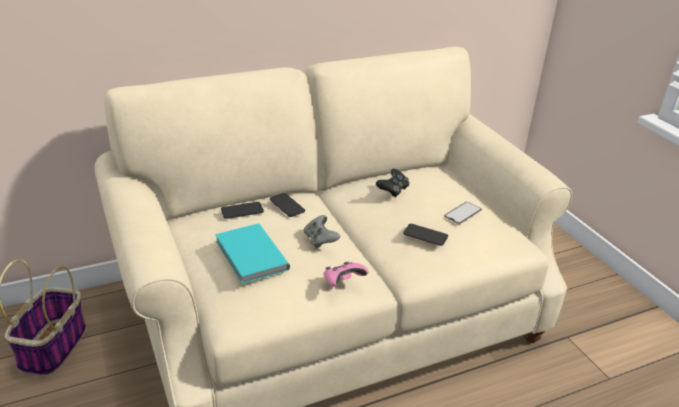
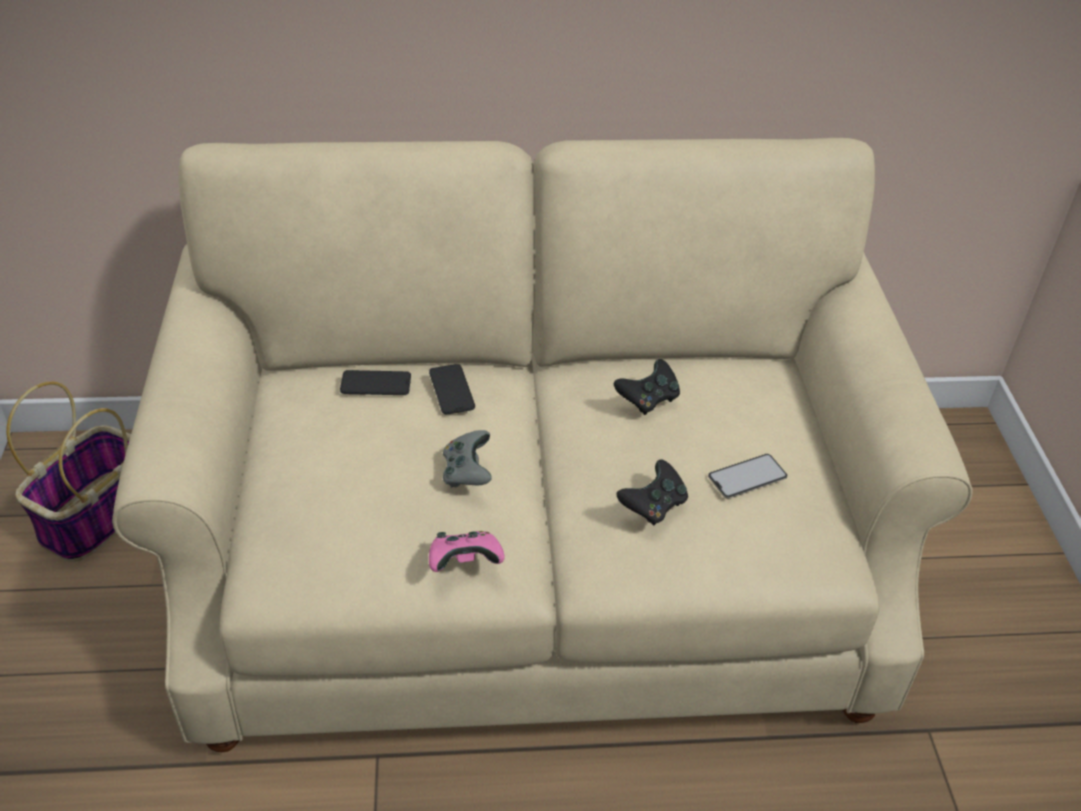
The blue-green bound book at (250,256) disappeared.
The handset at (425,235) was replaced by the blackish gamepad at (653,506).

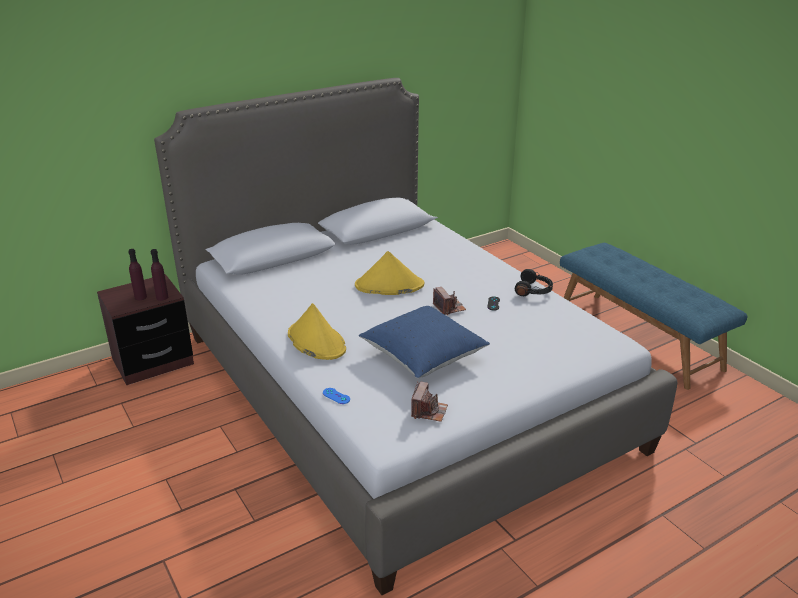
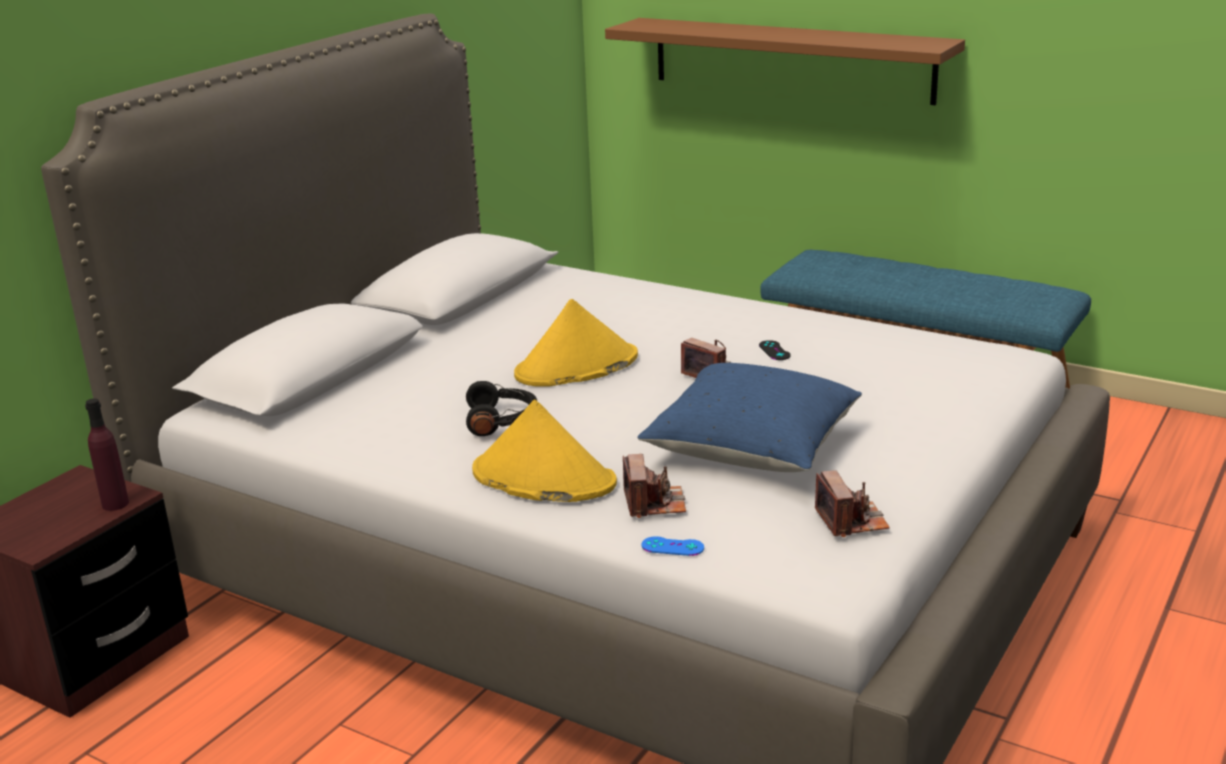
The purple-coloured bottle at (140,297) disappeared.
The brownish shelf at (790,59) appeared.
The photo camera at (654,503) appeared.
The blackish headset moved from (534,291) to (502,421).

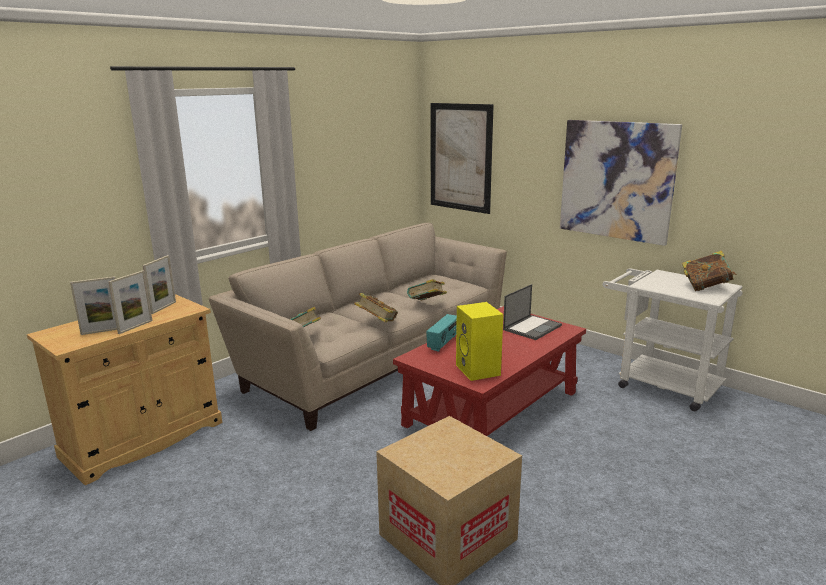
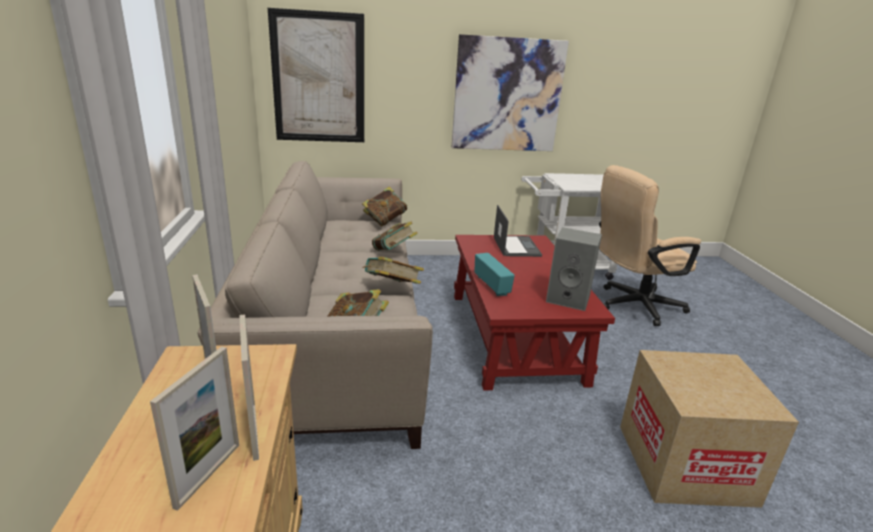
The beige desk chair at (632,305) appeared.
The bound book moved from (705,287) to (385,221).
The yellowish audio speaker at (479,370) became the grey audio speaker at (569,299).

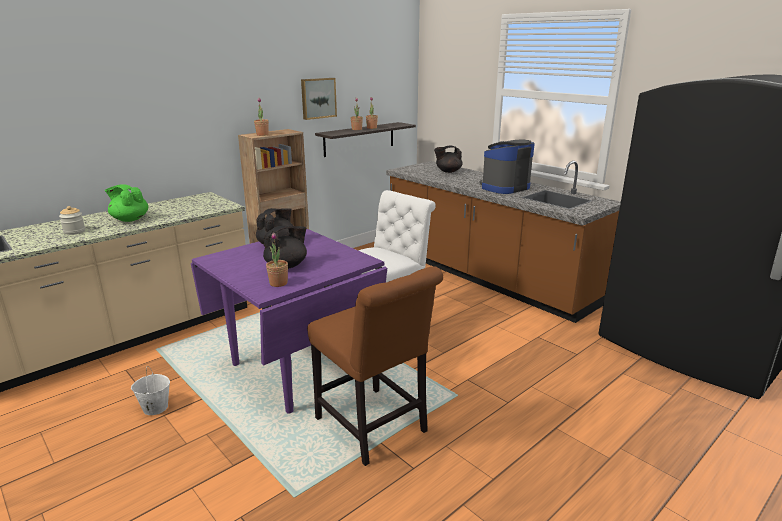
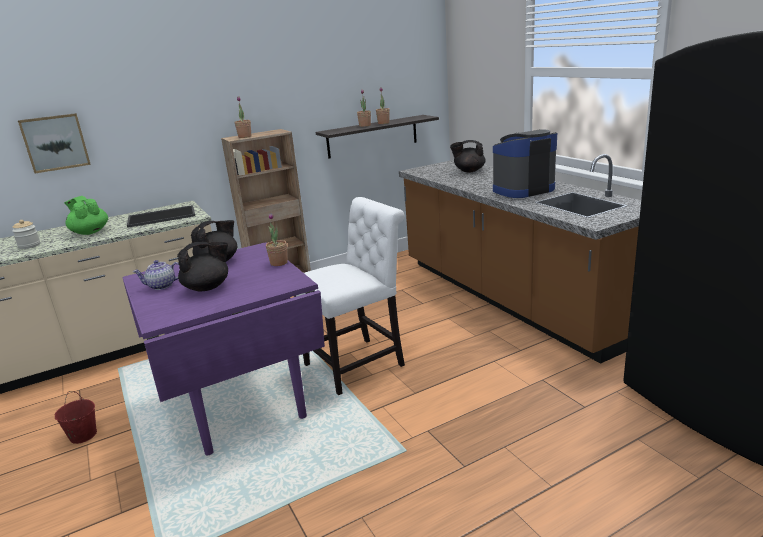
The brownish chair at (374,428) disappeared.
The serving tray at (162,216) appeared.
The tea pot at (161,286) appeared.
The plant in a pot moved from (278,283) to (279,263).
The picture moved from (318,98) to (55,142).
The white water bucket at (155,408) became the red water bucket at (83,435).

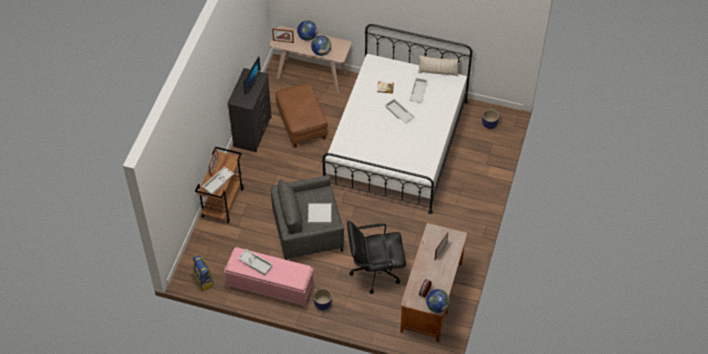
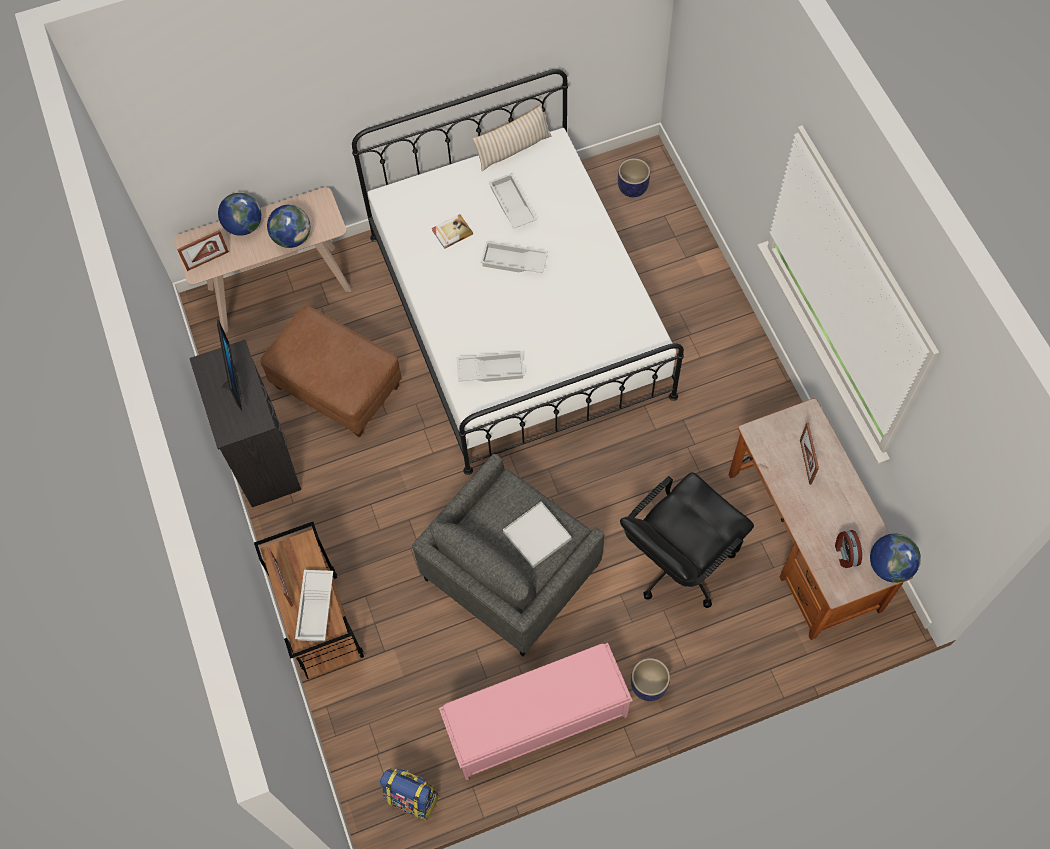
The white serving tray moved from (256,263) to (491,369).

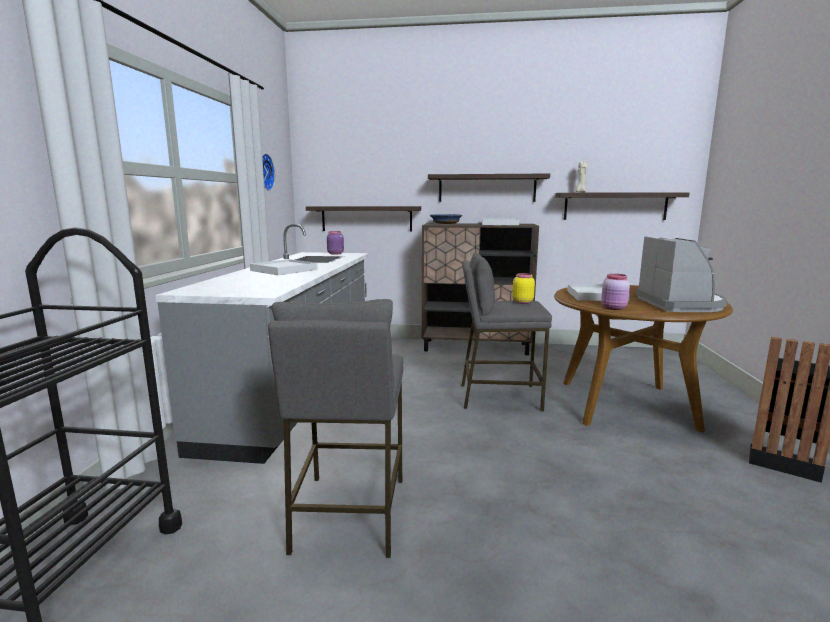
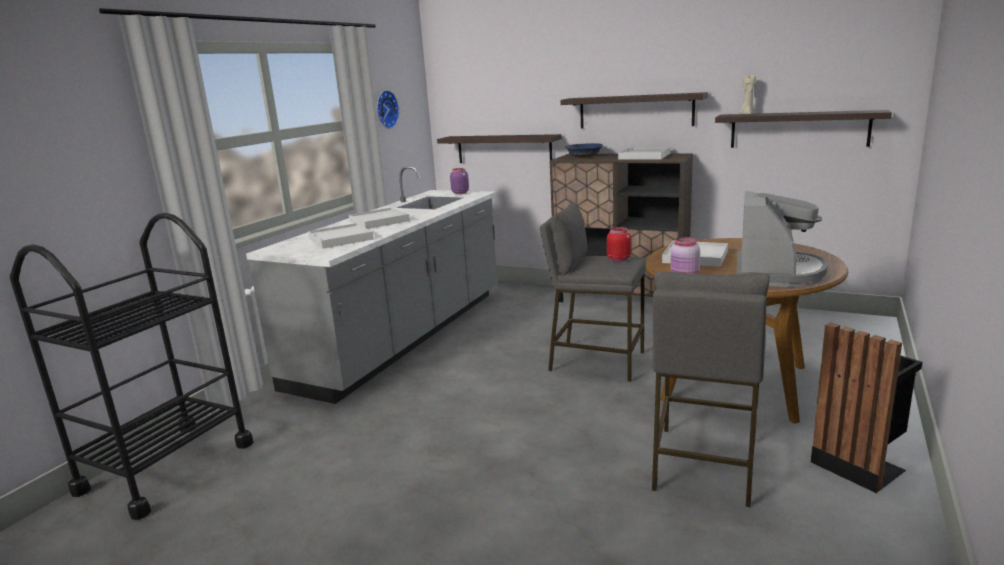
The white serving tray at (340,239) appeared.
The grey stool seat moved from (348,513) to (703,465).
The yellowish preserve jar at (522,302) became the red preserve jar at (618,259).

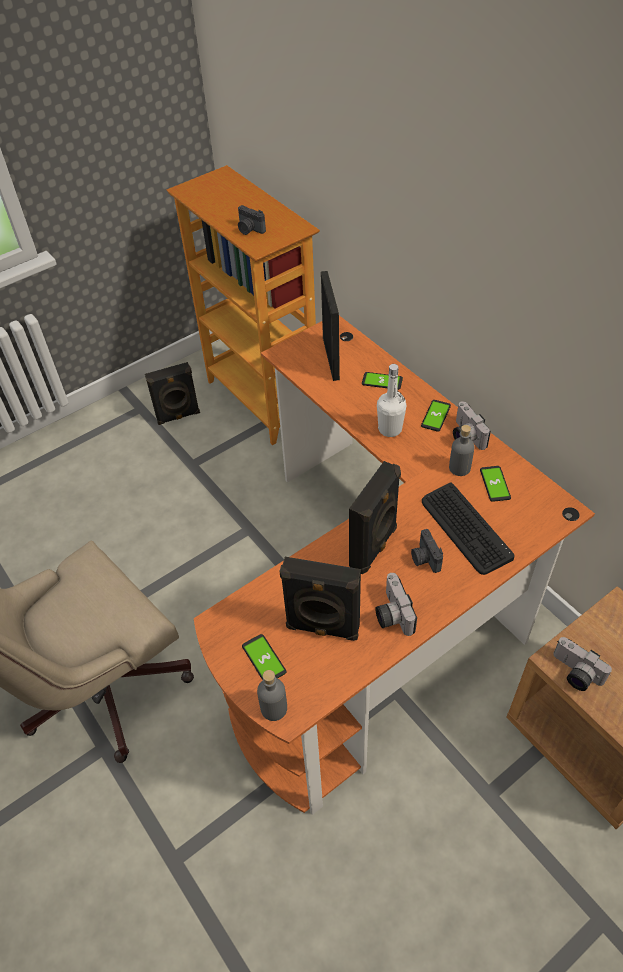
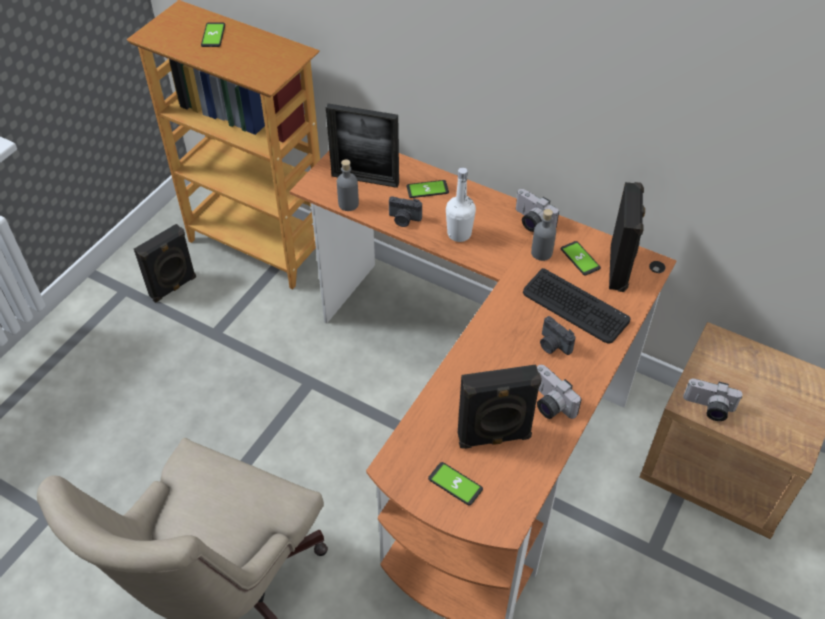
The photo camera moved from (249,230) to (404,219).
The grey bottle moved from (274,708) to (348,204).
The blackish audio speaker moved from (374,547) to (619,268).
The handset moved from (436,416) to (213,35).
The picture frame at (331,358) turned 135 degrees clockwise.

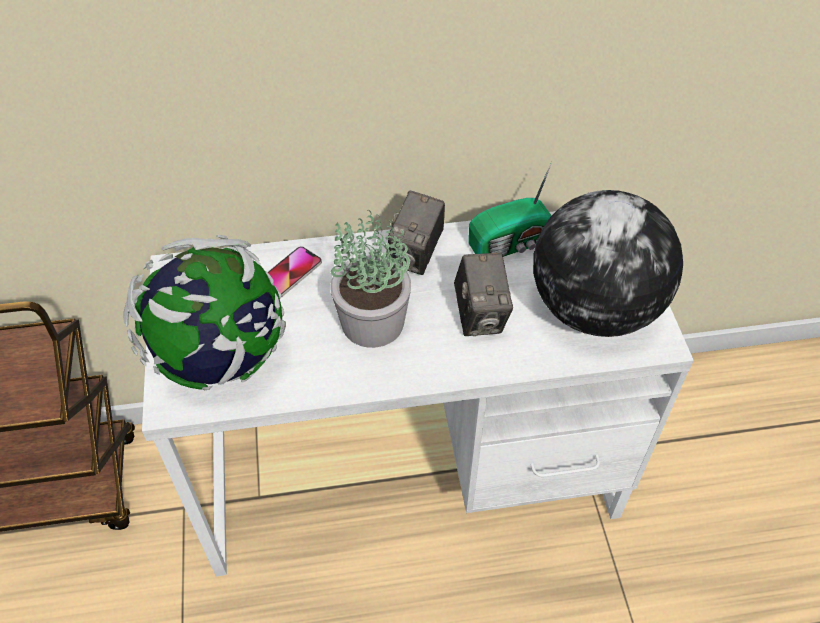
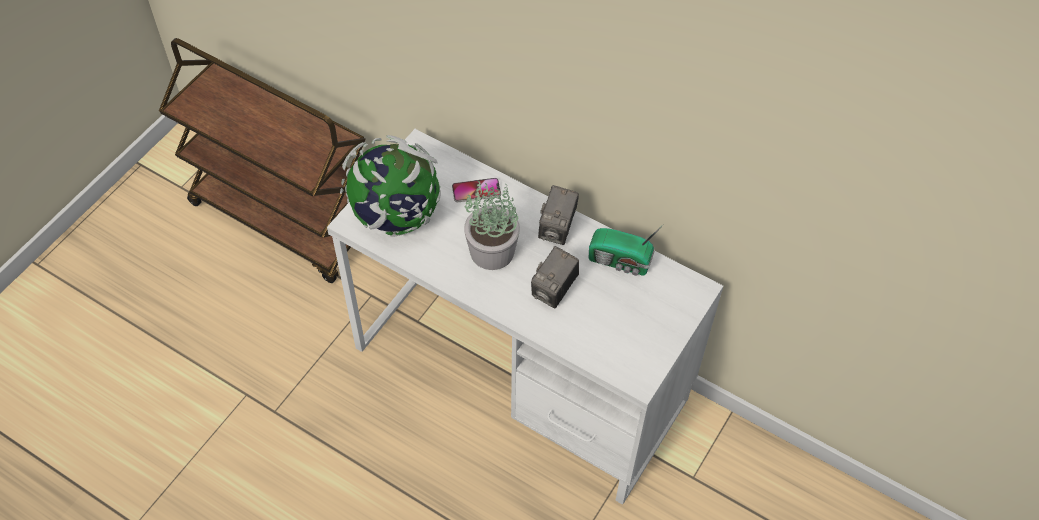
The globe at (594,310) disappeared.
The photo camera at (416,255) turned 45 degrees counterclockwise.

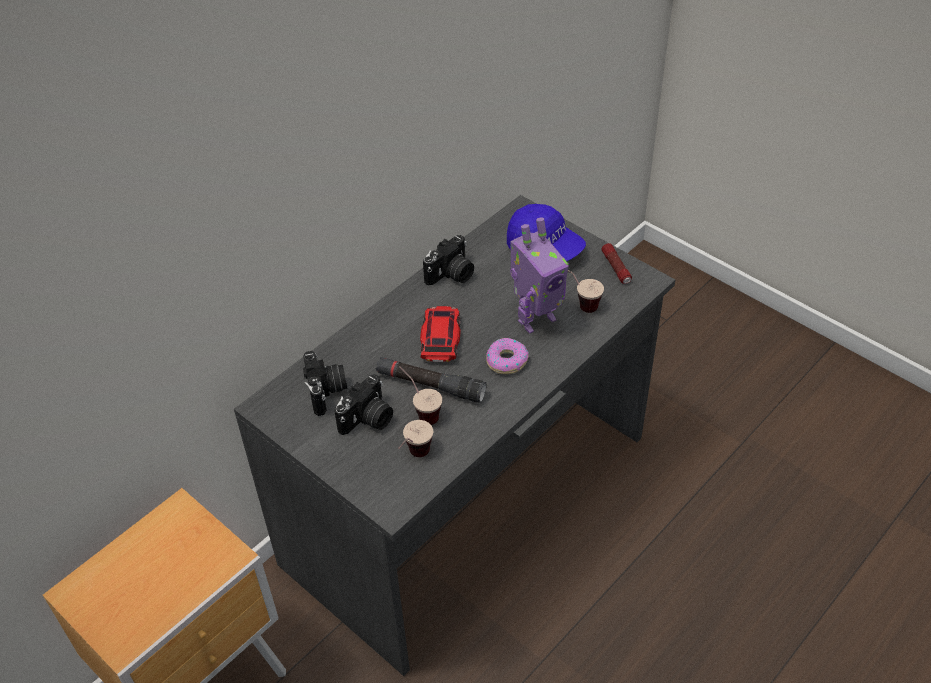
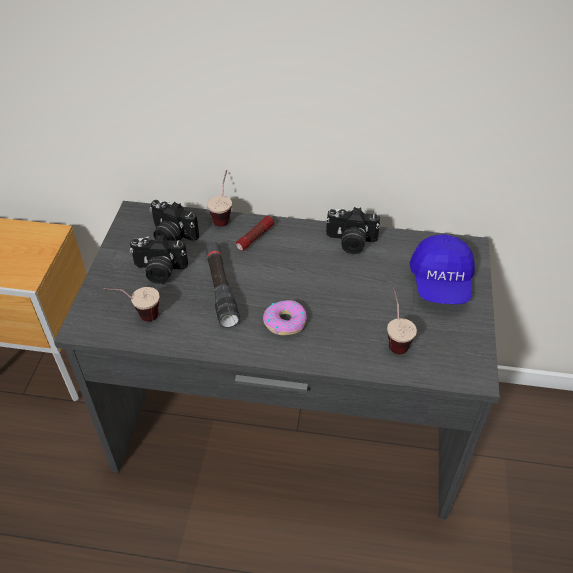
The model car at (440,337) disappeared.
The toy robot at (535,319) disappeared.
The drinking cup moved from (420,411) to (223,215).
The hand torch moved from (616,268) to (255,238).
The photo camera at (327,391) turned 75 degrees clockwise.

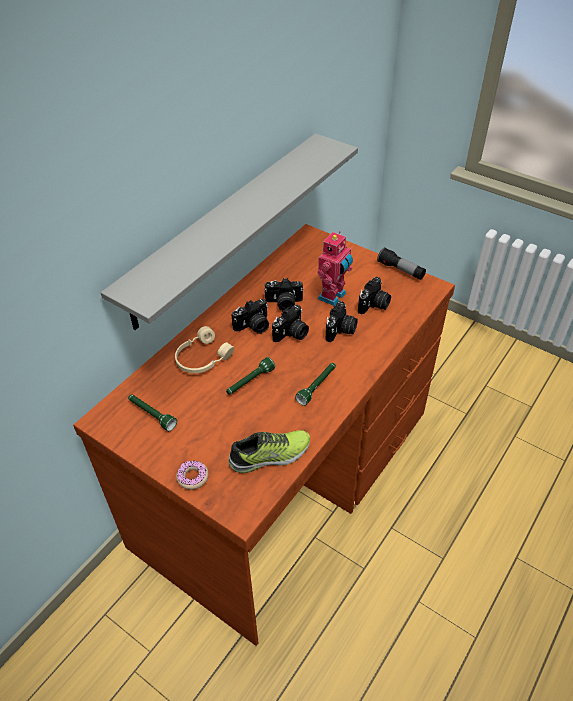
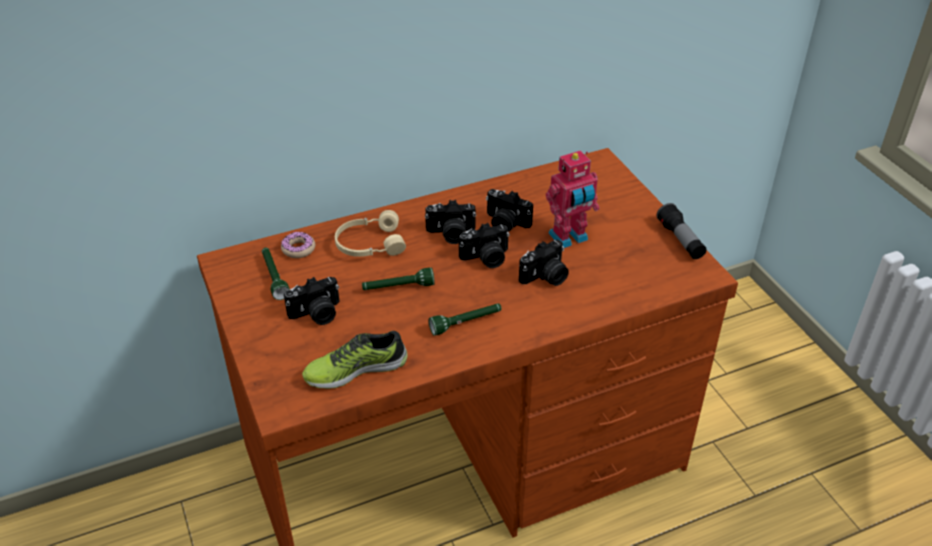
The grey shelf at (225,228) disappeared.
The ring doughnut moved from (192,477) to (298,249).
The photo camera moved from (374,305) to (316,314).
The shoe at (270,456) turned 150 degrees clockwise.

